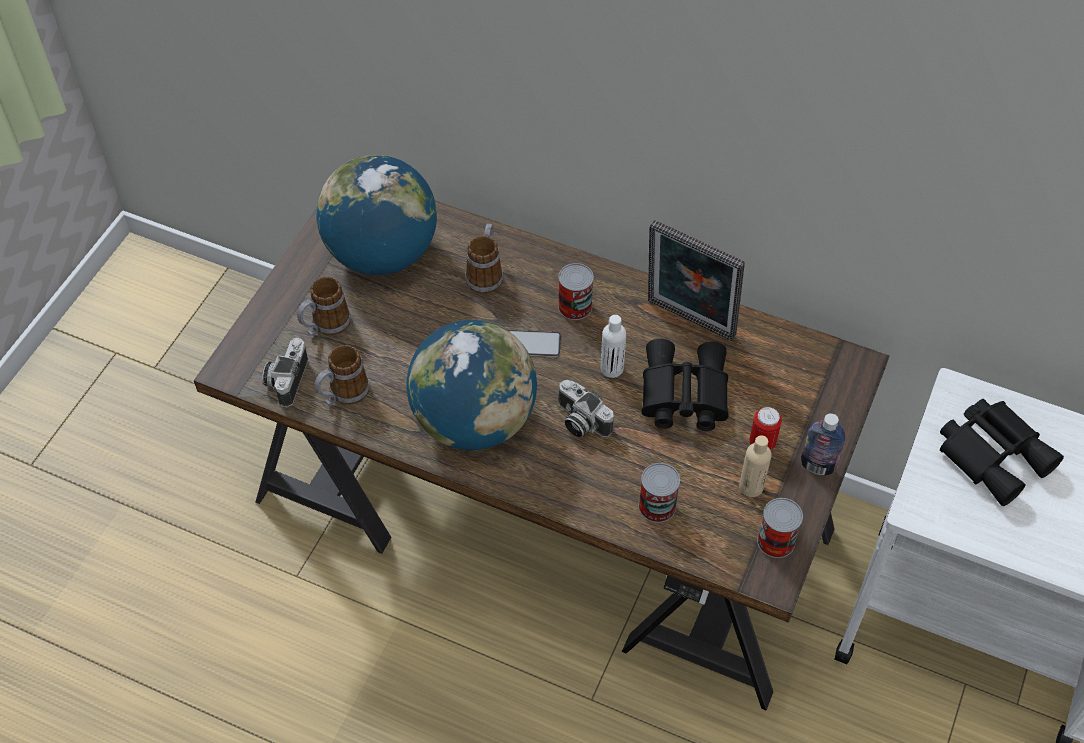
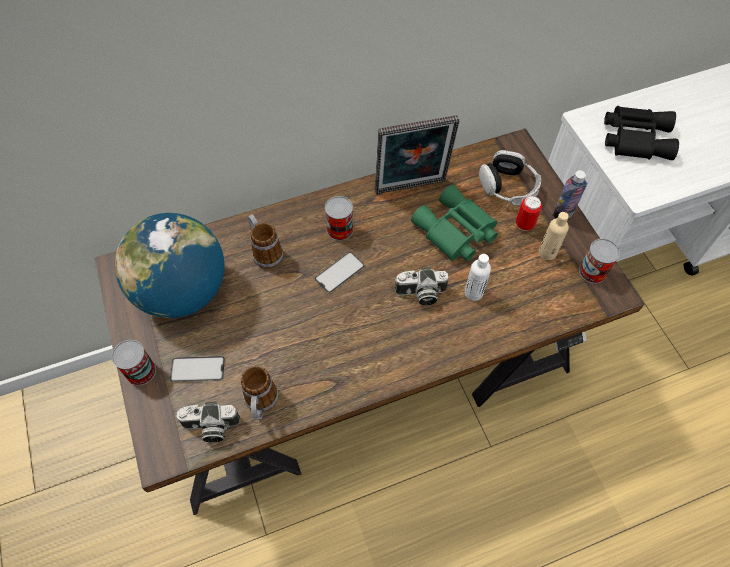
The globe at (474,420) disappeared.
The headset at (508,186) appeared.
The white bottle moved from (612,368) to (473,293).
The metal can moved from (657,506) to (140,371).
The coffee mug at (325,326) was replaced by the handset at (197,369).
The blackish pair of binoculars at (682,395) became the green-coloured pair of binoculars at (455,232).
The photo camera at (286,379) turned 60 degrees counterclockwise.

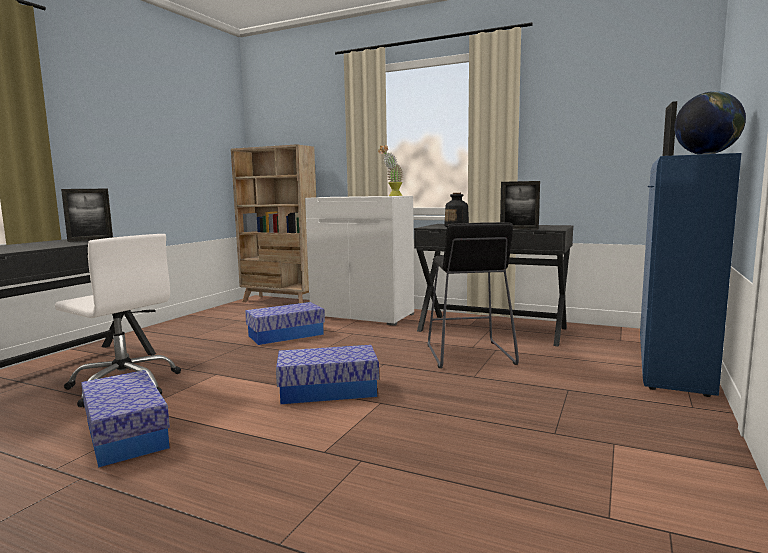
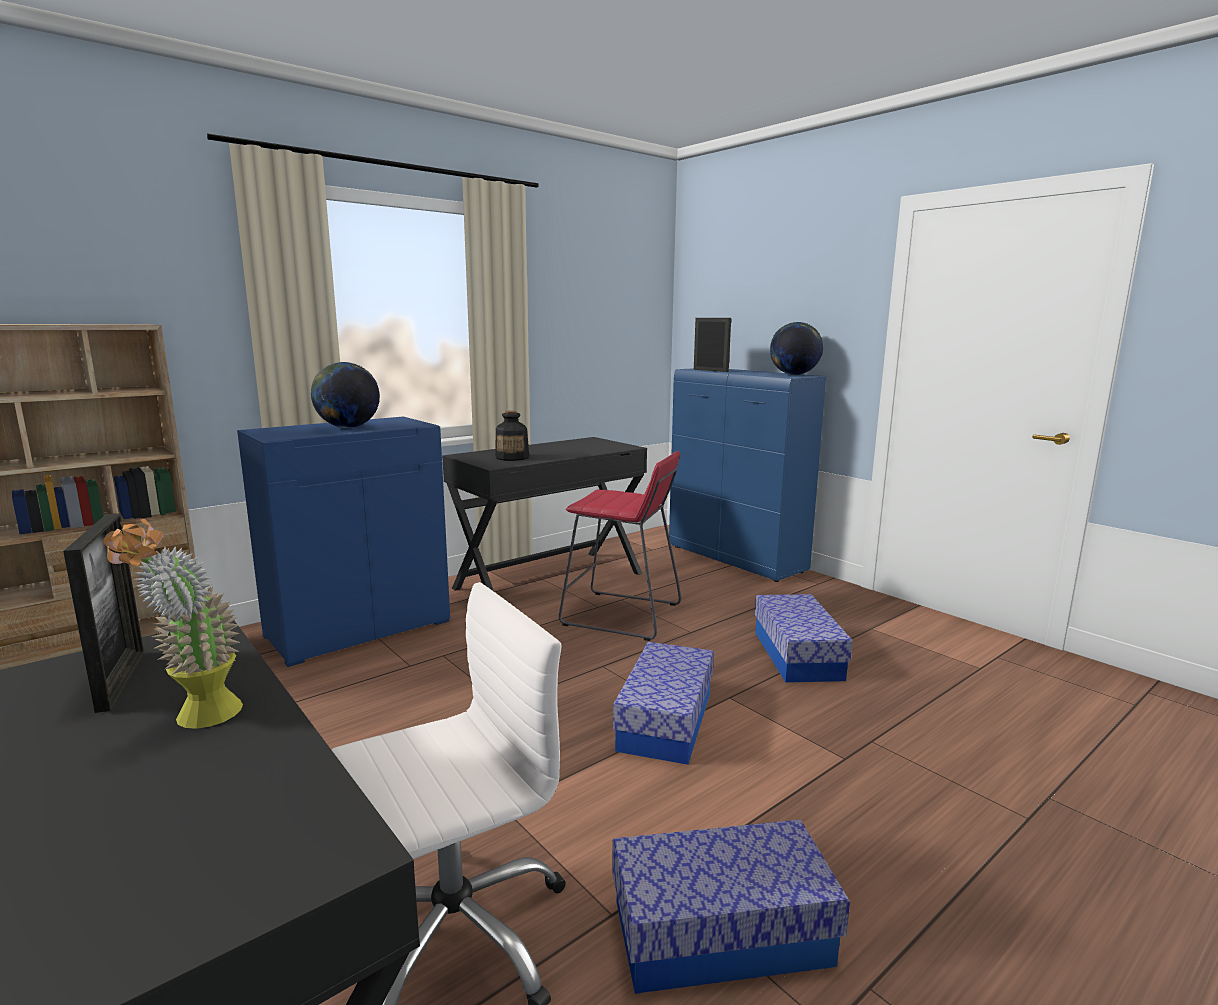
The picture frame at (519,229) disappeared.
The globe at (348,427) appeared.
The storage box moved from (286,335) to (797,655).
The plant in a pot moved from (391,196) to (197,721).
The white cupboard at (363,315) became the blue cupboard at (359,628).
The blackish stool seat at (469,354) became the red stool seat at (622,615).

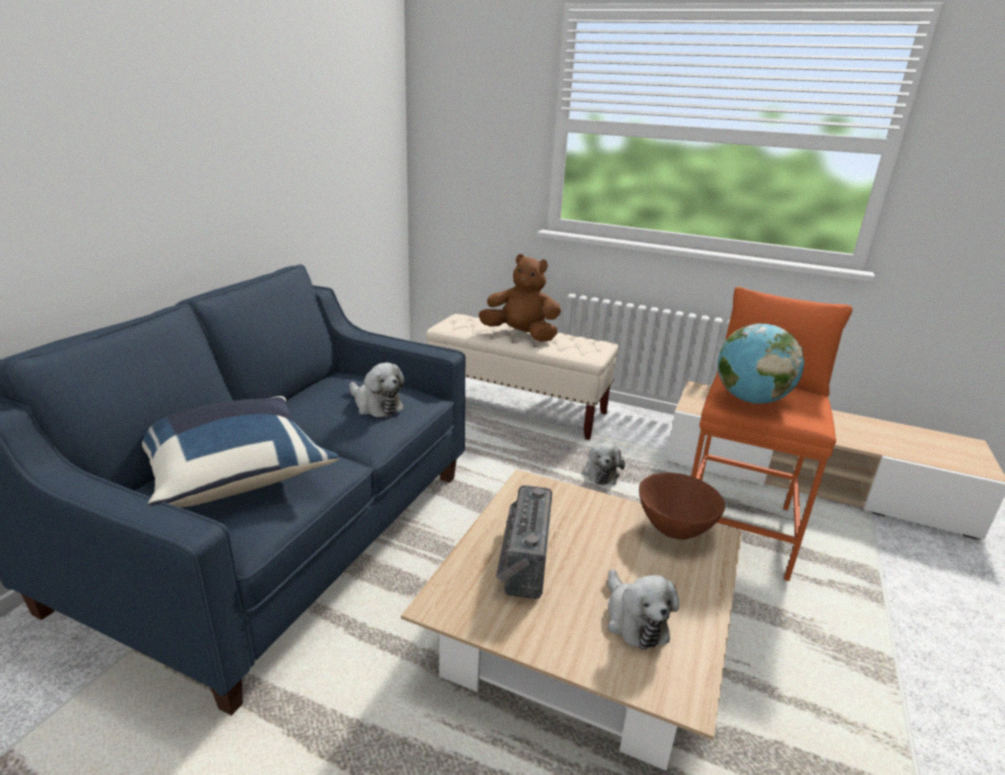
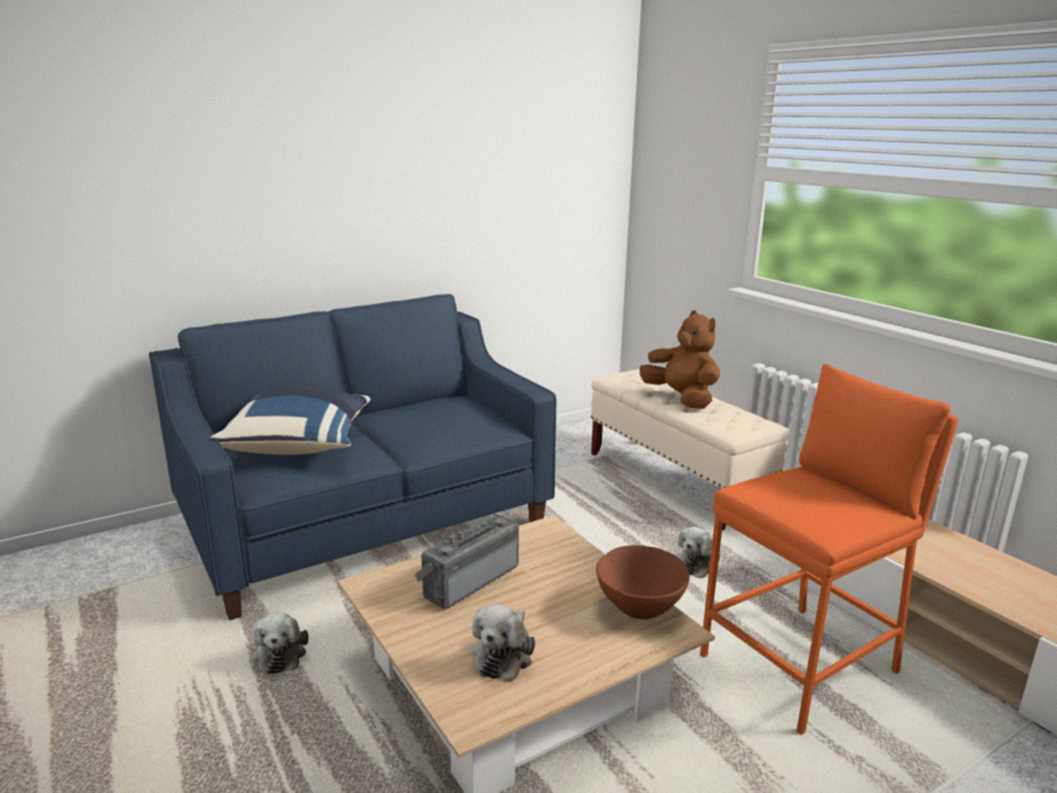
The globe at (750,400) disappeared.
The soft toy moved from (376,405) to (280,654).

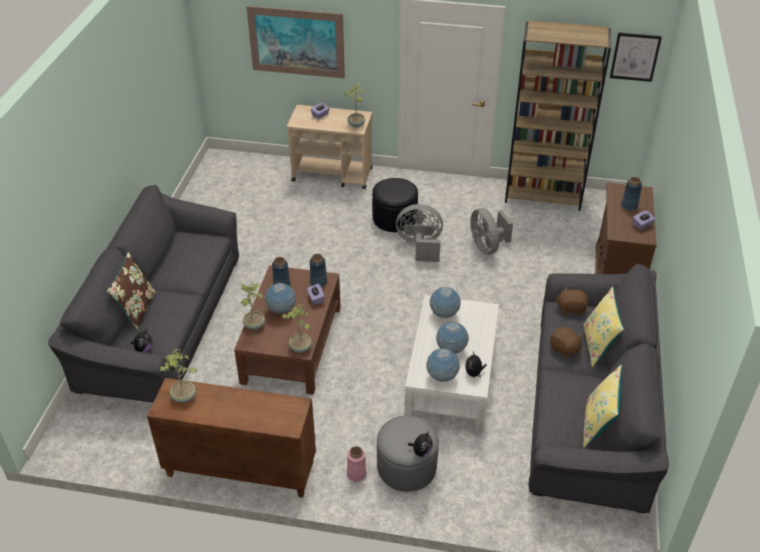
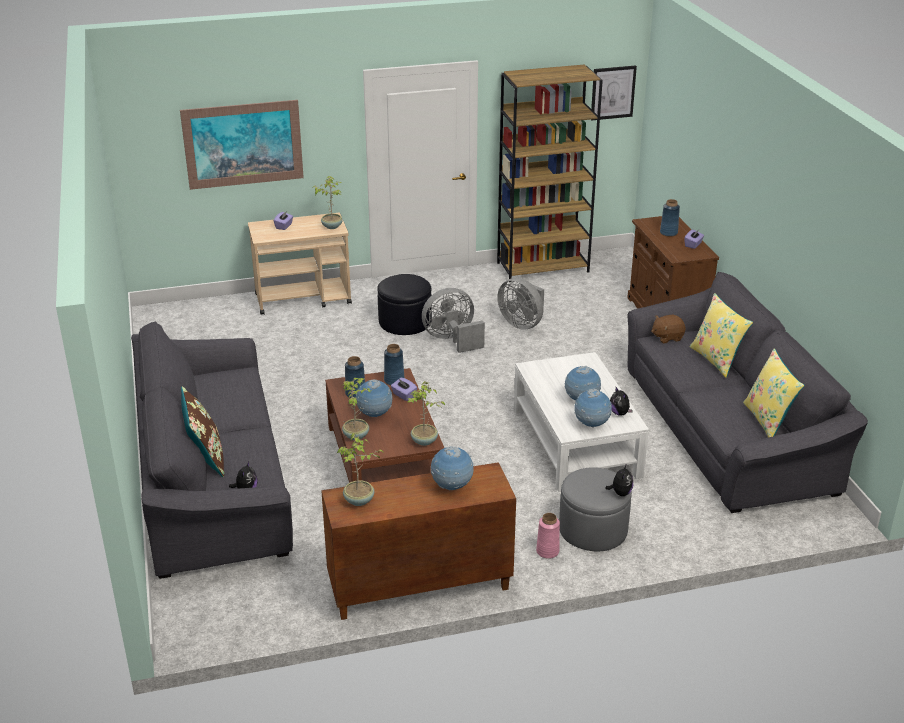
The brownish soft toy at (564,349) disappeared.
The globe moved from (444,314) to (452,487).

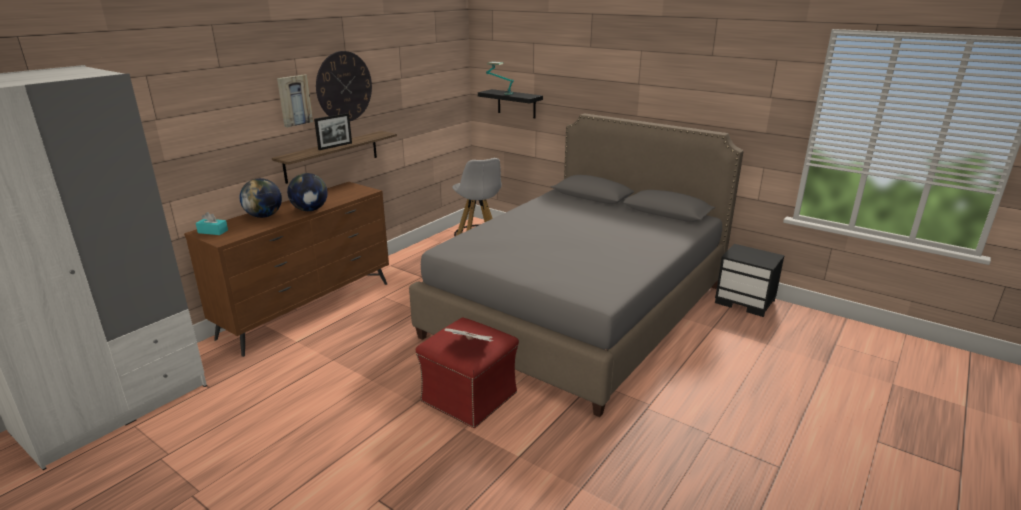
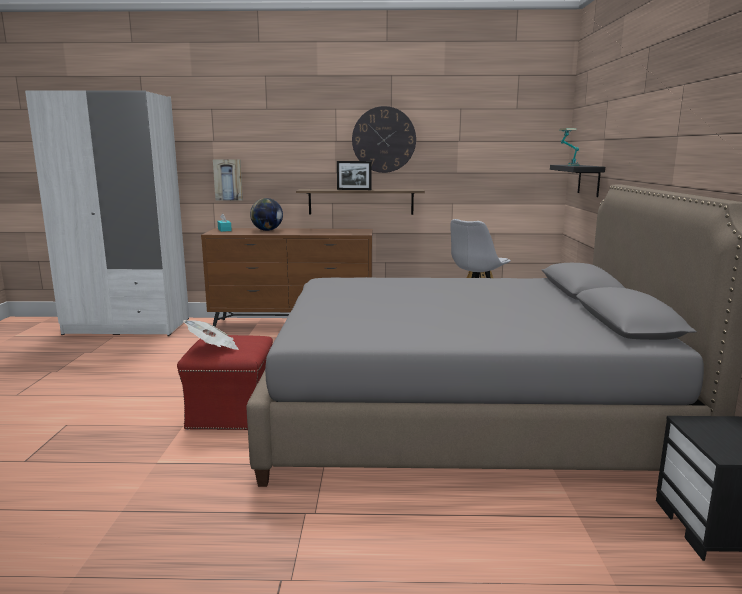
The globe at (310,210) disappeared.
The picture moved from (294,100) to (228,179).

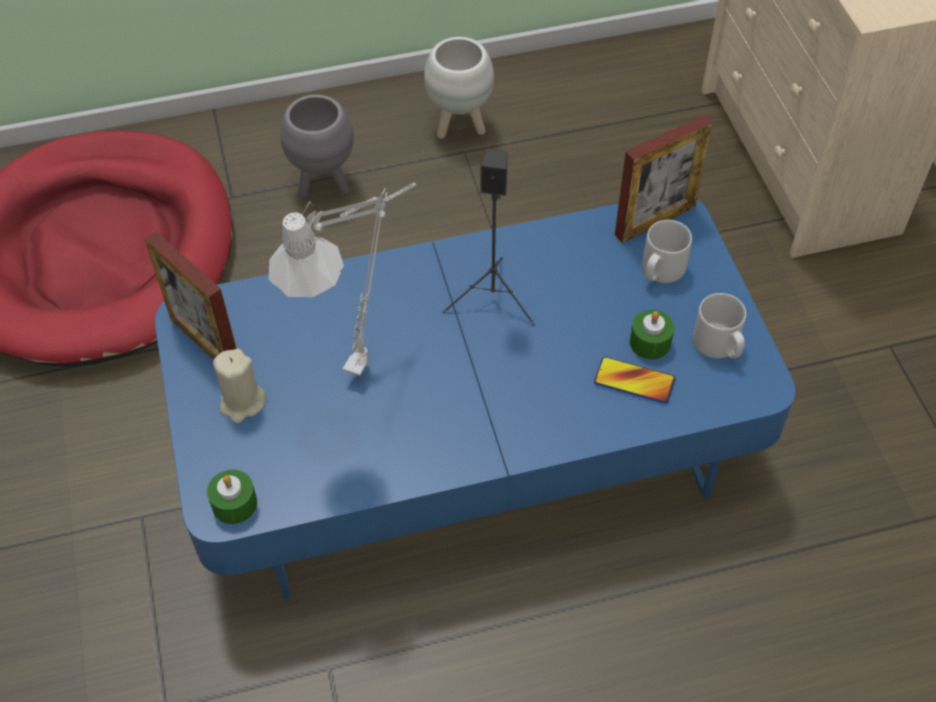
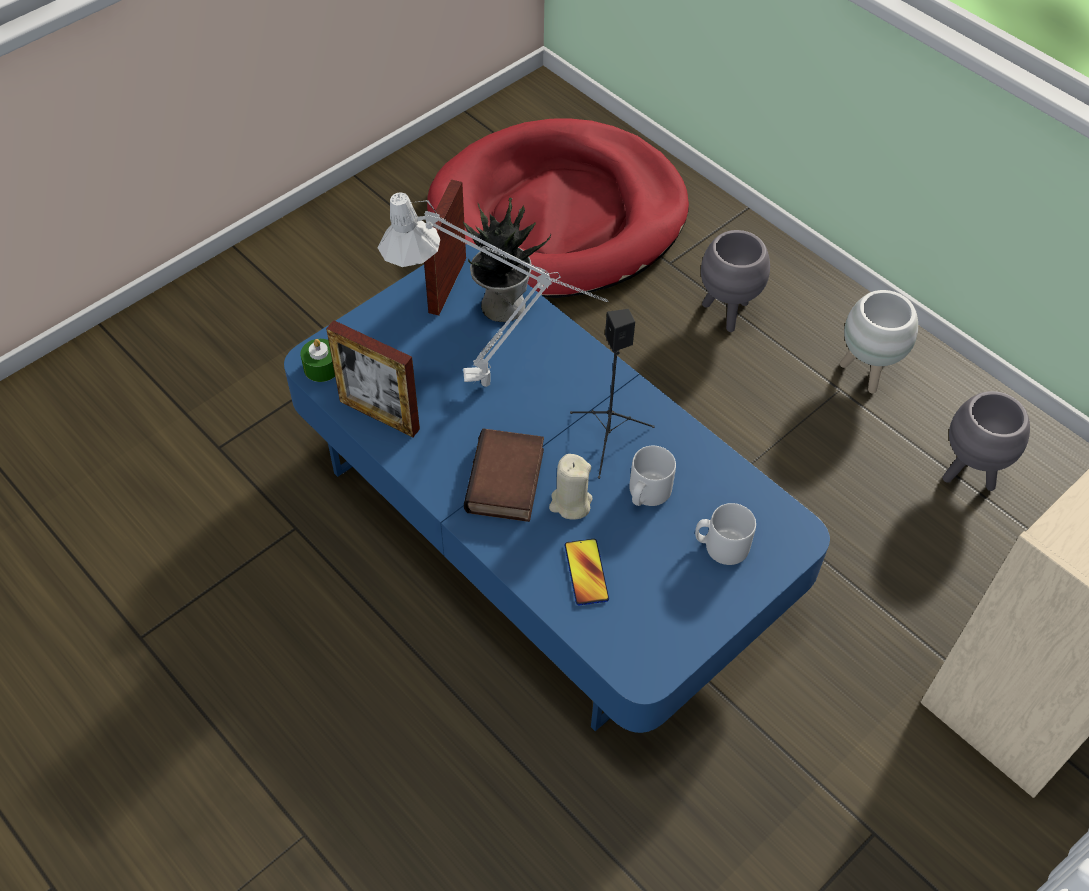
The green-coloured wax candle at (650,342) disappeared.
The plant in a pot at (501,304) appeared.
The bound book at (508,482) appeared.
The grey planter at (968,474) appeared.
The beige wax candle moved from (242,403) to (570,503).
The picture frame moved from (655,220) to (379,415).
The grey coffee mug moved from (718,346) to (647,493).

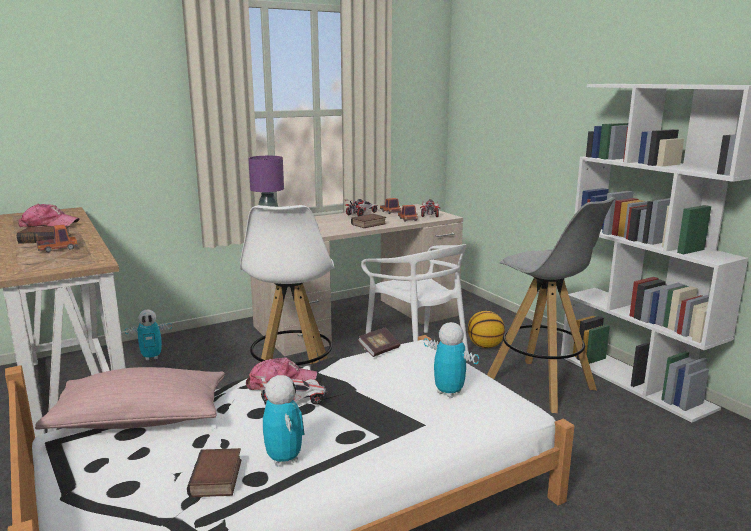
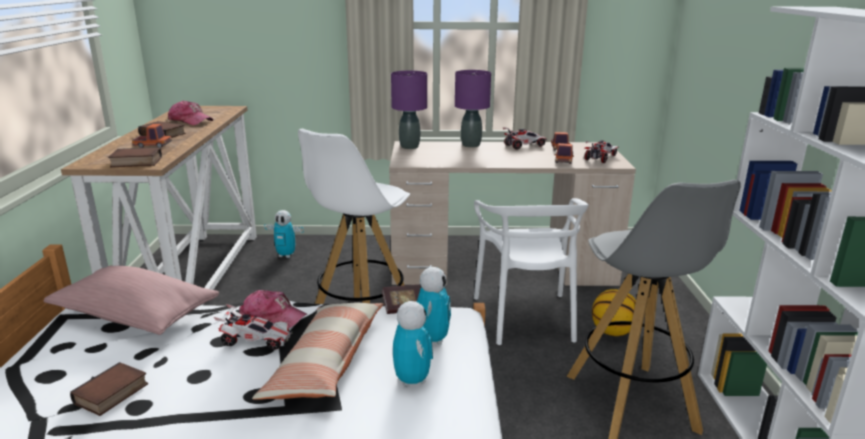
The cushion at (326,363) appeared.
The purple-coloured tabletop lamp at (471,145) appeared.
The toy robot moved from (284,459) to (432,340).
The bound book moved from (369,224) to (135,162).

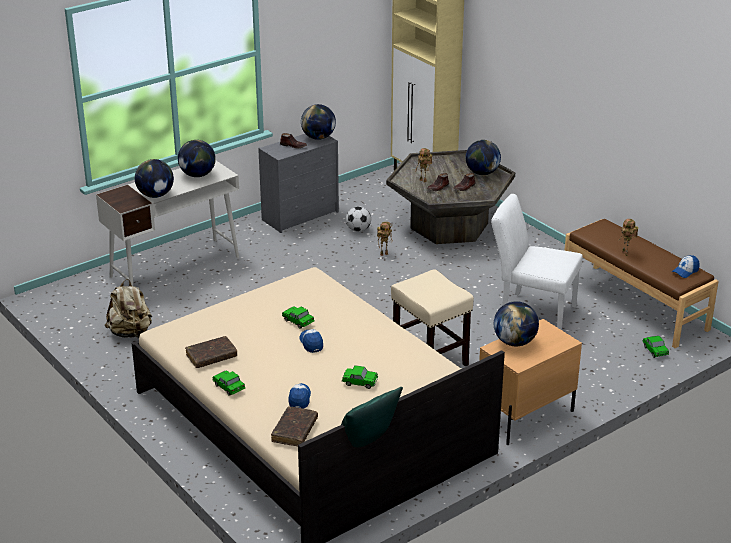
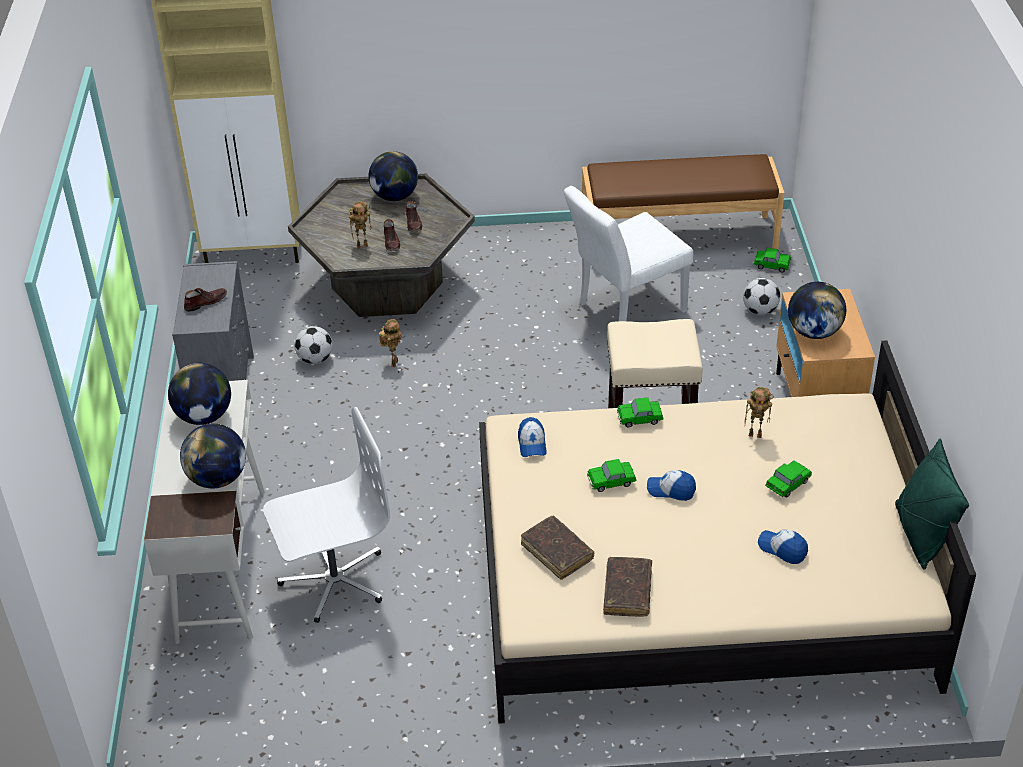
The beige backpack at (131,333) disappeared.
The globe at (318,137) disappeared.
The white desk chair at (334,580) appeared.
The football at (760,310) appeared.
The model car moved from (229,387) to (639,419).
The brownish bound book moved from (294,431) to (557,552).
The toy robot moved from (626,254) to (756,434).
The peaked cap moved from (685,271) to (532,444).

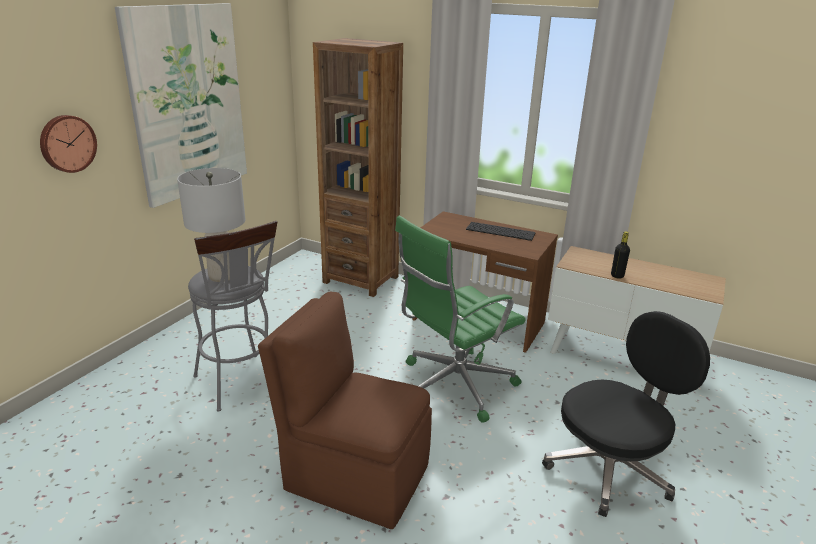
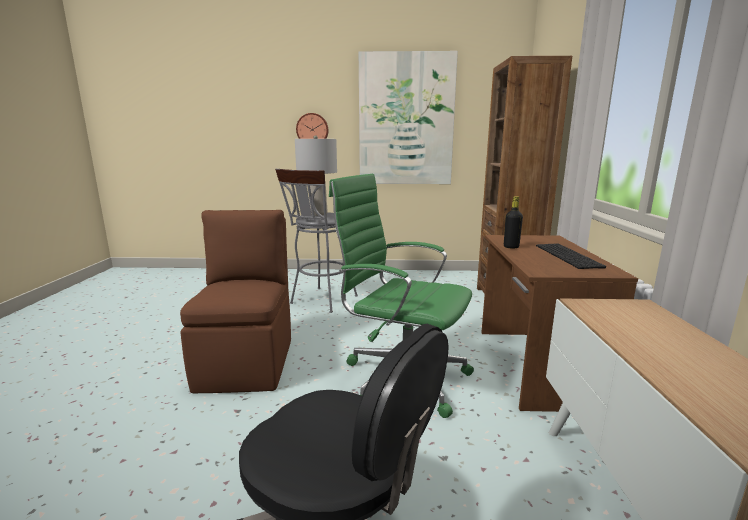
The blackish bottle moved from (617,275) to (511,247).

